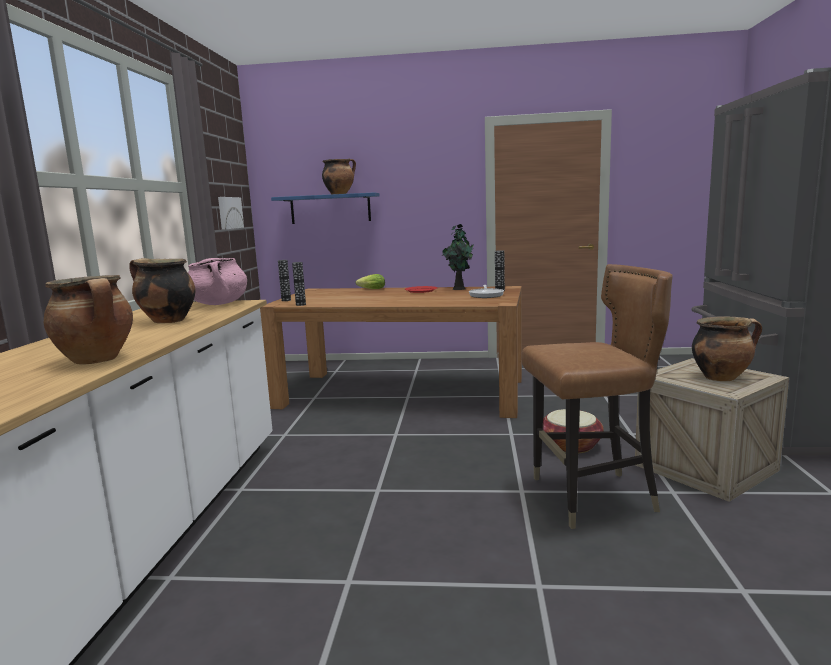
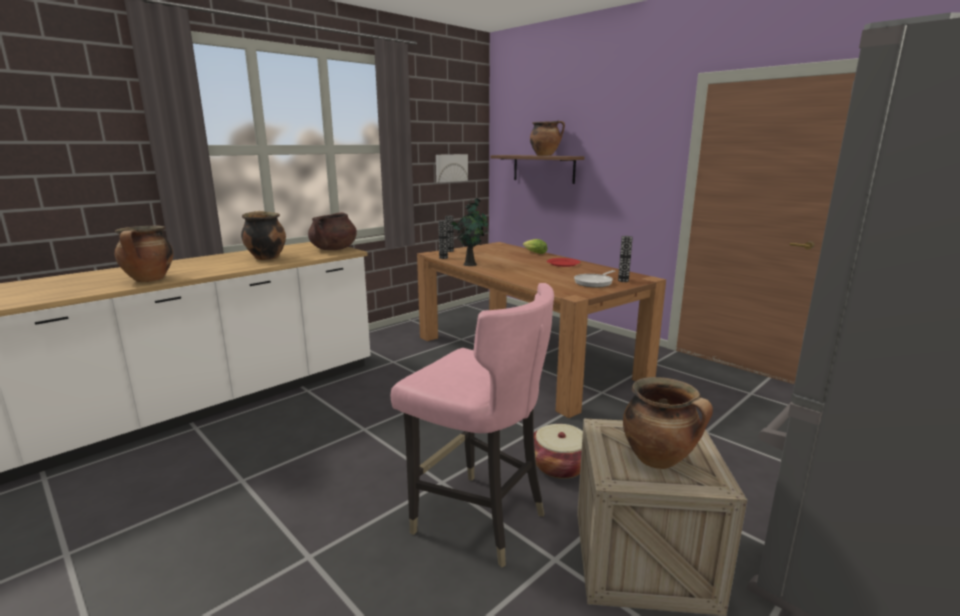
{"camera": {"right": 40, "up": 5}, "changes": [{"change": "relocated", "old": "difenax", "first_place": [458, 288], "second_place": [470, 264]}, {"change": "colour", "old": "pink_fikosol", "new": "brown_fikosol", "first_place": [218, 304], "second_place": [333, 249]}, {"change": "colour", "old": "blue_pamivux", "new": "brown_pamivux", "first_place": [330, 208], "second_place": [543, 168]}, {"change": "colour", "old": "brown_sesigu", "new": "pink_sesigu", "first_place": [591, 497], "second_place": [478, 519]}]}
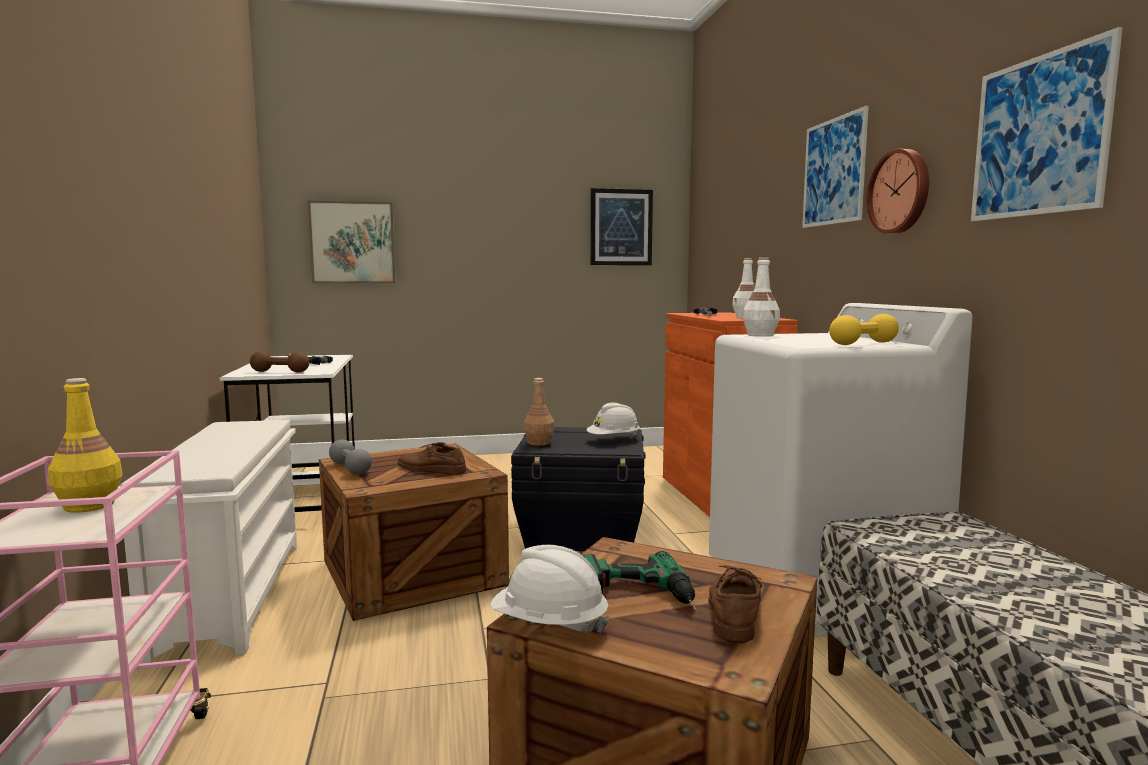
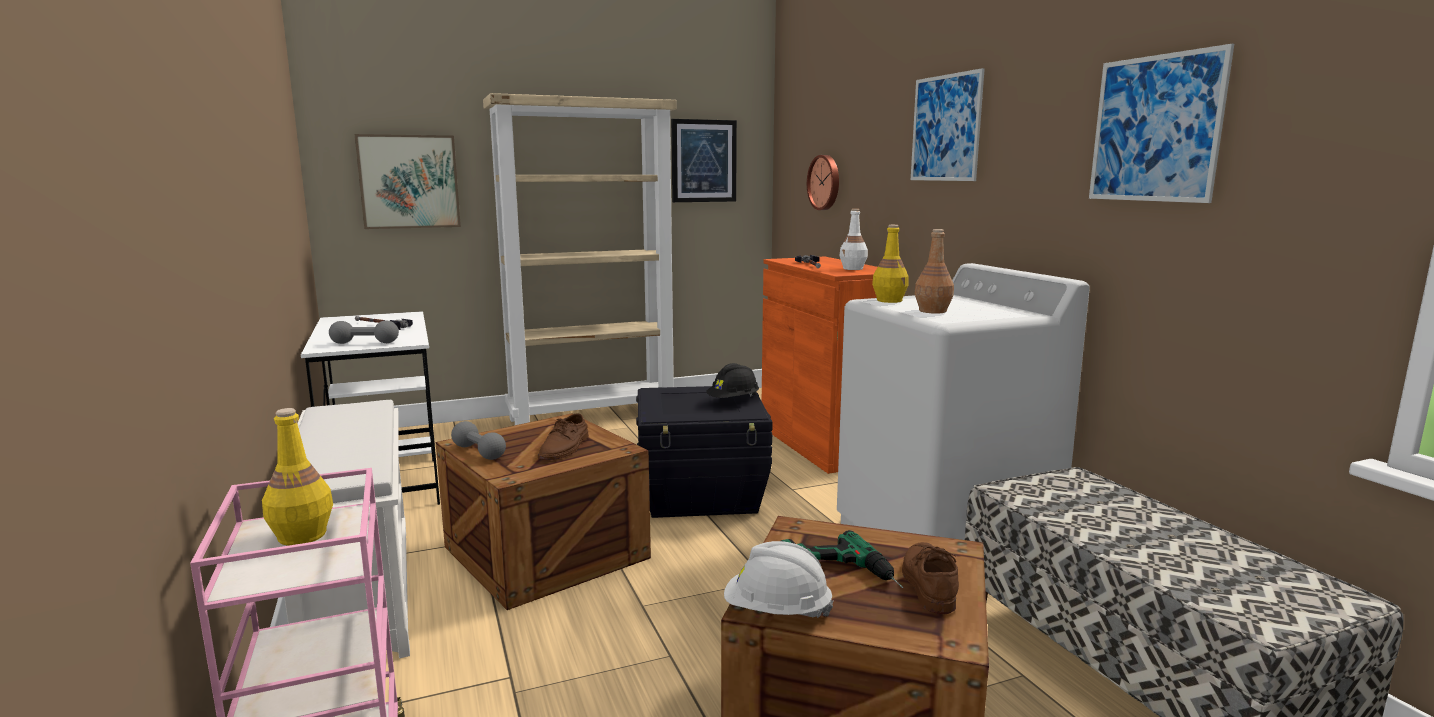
{"camera": {"right": -10, "up": 5}, "changes": [{"change": "missing", "old": "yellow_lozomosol", "first_place": [863, 343]}, {"change": "appeared", "new": "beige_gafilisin", "second_place": [593, 416]}, {"change": "relocated", "old": "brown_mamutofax", "first_place": [538, 443], "second_place": [932, 311]}, {"change": "relocated", "old": "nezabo", "first_place": [900, 192], "second_place": [825, 182]}, {"change": "colour", "old": "brown_lozomosol", "new": "grey_lozomosol", "first_place": [280, 372], "second_place": [365, 343]}, {"change": "colour", "old": "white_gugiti", "new": "black_gugiti", "first_place": [613, 440], "second_place": [733, 401]}, {"change": "colour", "old": "white_mamutofax", "new": "yellow_mamutofax", "first_place": [760, 335], "second_place": [889, 300]}, {"change": "spun", "old": "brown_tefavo", "first_place": [430, 469], "second_place": [565, 448], "degrees": -90}]}
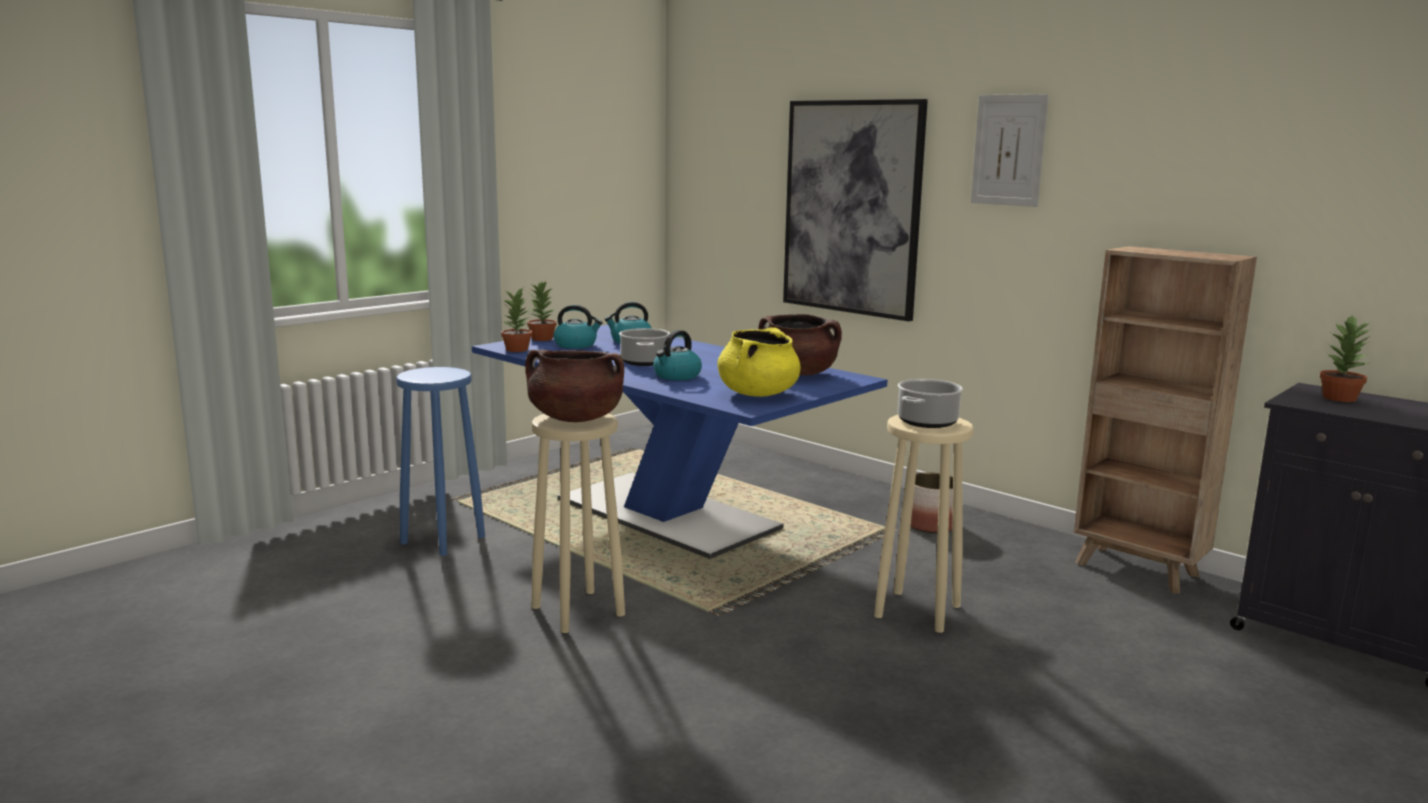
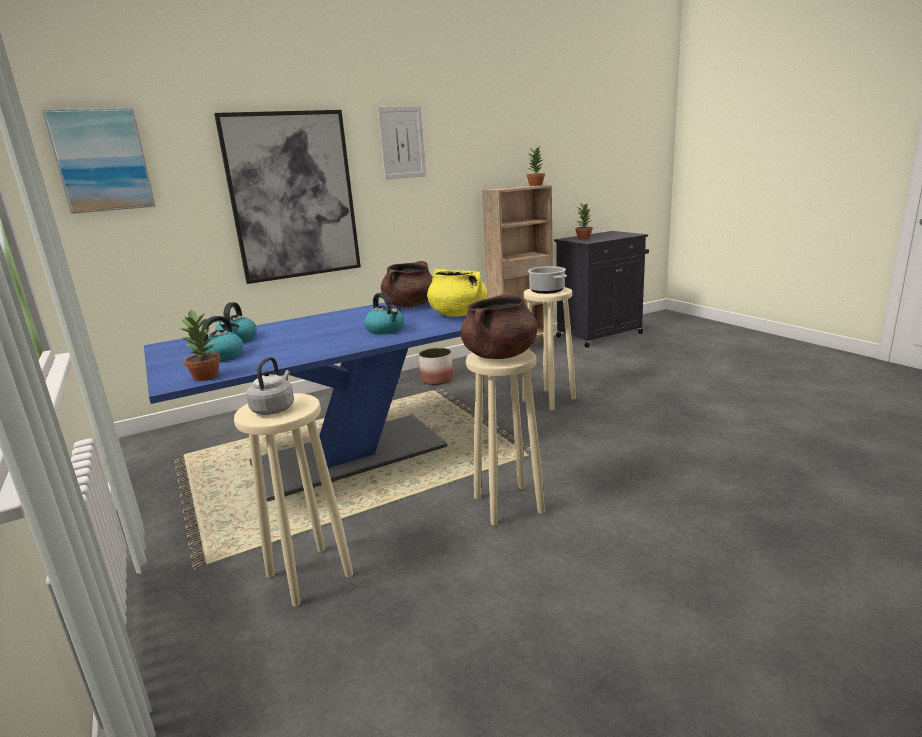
{"camera": {"right": -70, "up": 5}, "changes": [{"change": "missing", "old": "fikosol", "first_place": [645, 362]}, {"change": "appeared", "new": "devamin", "second_place": [102, 160]}, {"change": "appeared", "new": "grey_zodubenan", "second_place": [274, 409]}, {"change": "relocated", "old": "difenax", "first_place": [541, 339], "second_place": [536, 185]}, {"change": "colour", "old": "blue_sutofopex", "new": "beige_sutofopex", "first_place": [442, 539], "second_place": [308, 575]}]}
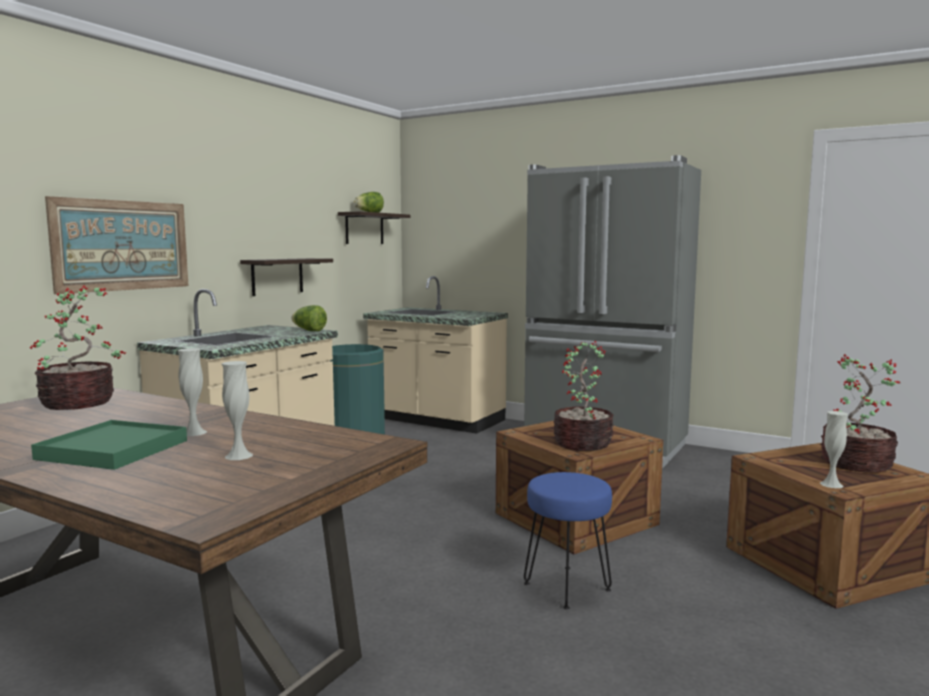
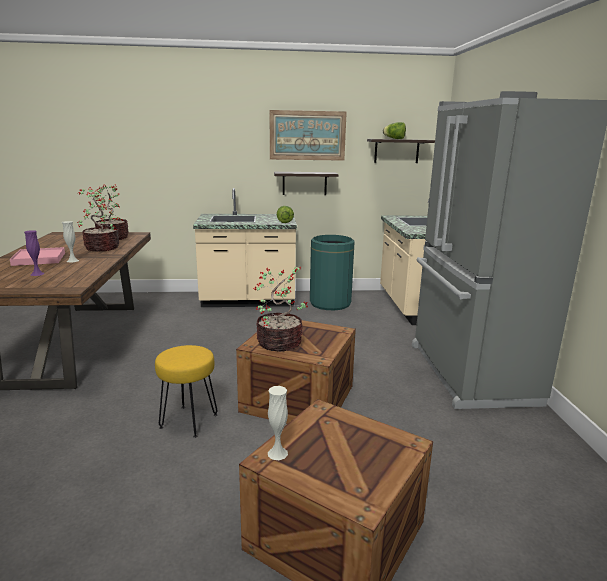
{"camera": {"right": 55, "up": 10}, "changes": [{"change": "relocated", "old": "devamin", "first_place": [122, 245], "second_place": [307, 135]}, {"change": "relocated", "old": "difenax", "first_place": [855, 464], "second_place": [101, 248]}, {"change": "colour", "old": "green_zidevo", "new": "pink_zidevo", "first_place": [113, 450], "second_place": [39, 259]}, {"change": "colour", "old": "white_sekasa", "new": "purple_sekasa", "first_place": [239, 456], "second_place": [37, 274]}, {"change": "colour", "old": "blue_sutofopex", "new": "yellow_sutofopex", "first_place": [567, 586], "second_place": [189, 421]}]}
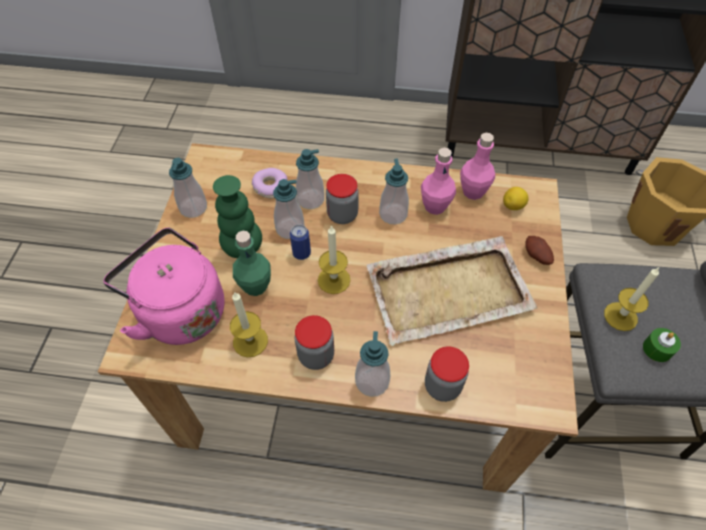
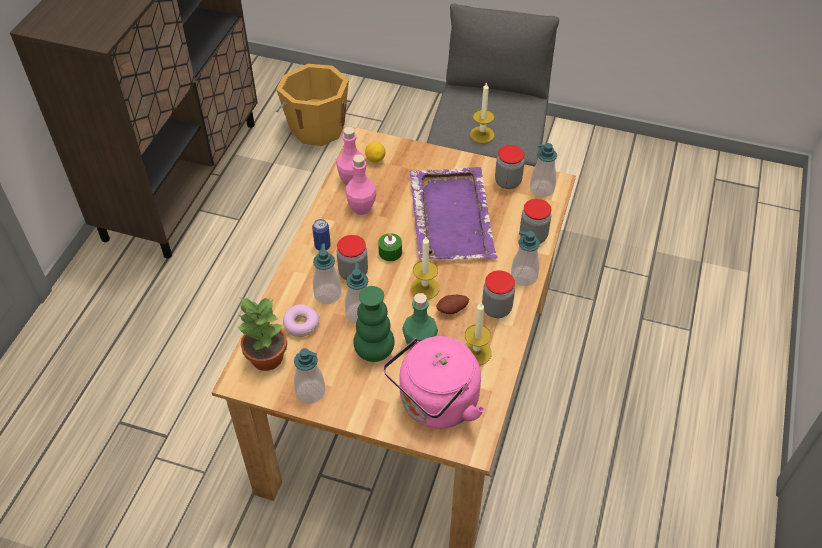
{"camera": {"right": -80, "up": -5}, "changes": [{"change": "appeared", "new": "difenax", "second_place": [266, 357]}, {"change": "appeared", "new": "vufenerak", "second_place": [508, 182]}, {"change": "relocated", "old": "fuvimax", "first_place": [301, 253], "second_place": [322, 246]}, {"change": "relocated", "old": "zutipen", "first_place": [393, 214], "second_place": [541, 189]}, {"change": "relocated", "old": "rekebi", "first_place": [536, 256], "second_place": [452, 310]}, {"change": "relocated", "old": "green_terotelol", "first_place": [657, 349], "second_place": [390, 252]}, {"change": "colour", "old": "beige_zidevo", "new": "purple_zidevo", "first_place": [450, 291], "second_place": [451, 215]}]}
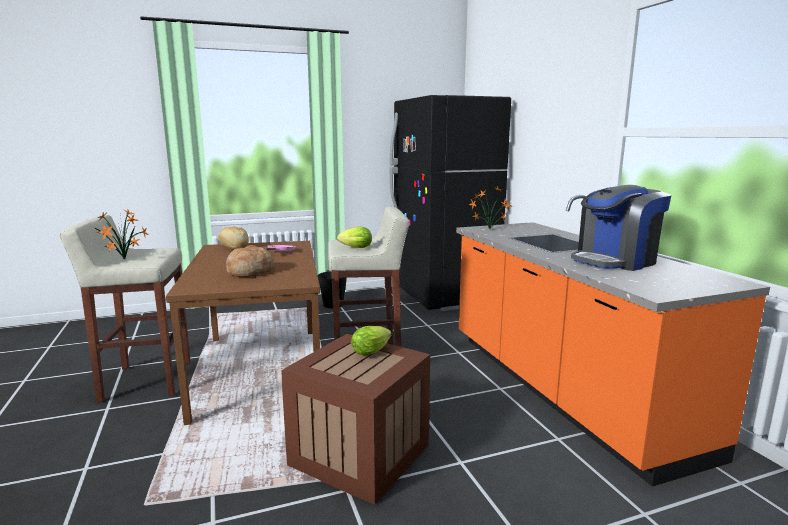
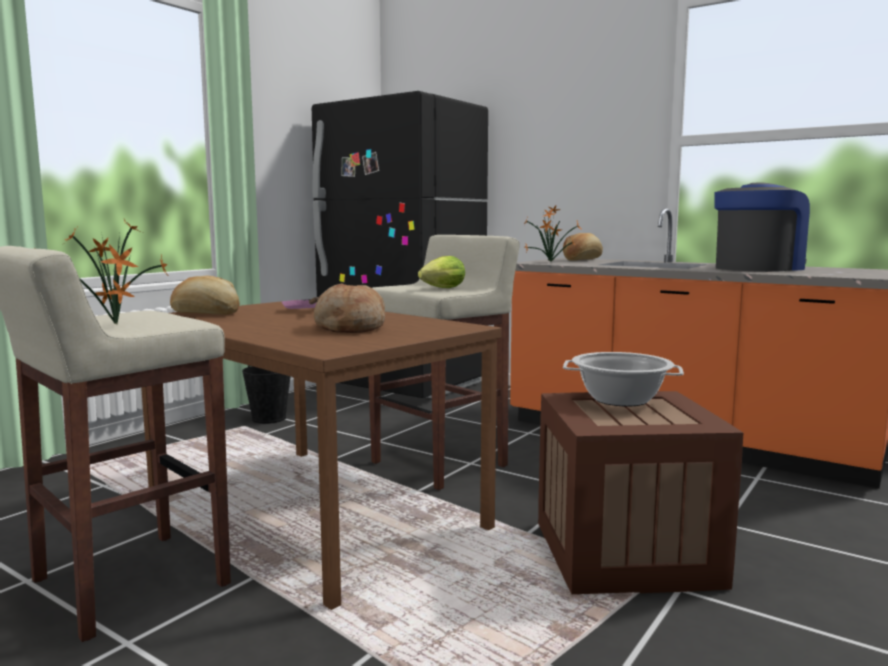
{"camera": {"right": -35, "up": -5}, "changes": [{"change": "appeared", "new": "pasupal", "second_place": [582, 259]}, {"change": "exchanged", "old": "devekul", "new": "fikosol", "first_place": [372, 351], "second_place": [620, 399]}, {"change": "spun", "old": "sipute", "first_place": [615, 261], "second_place": [758, 268], "degrees": -150}]}
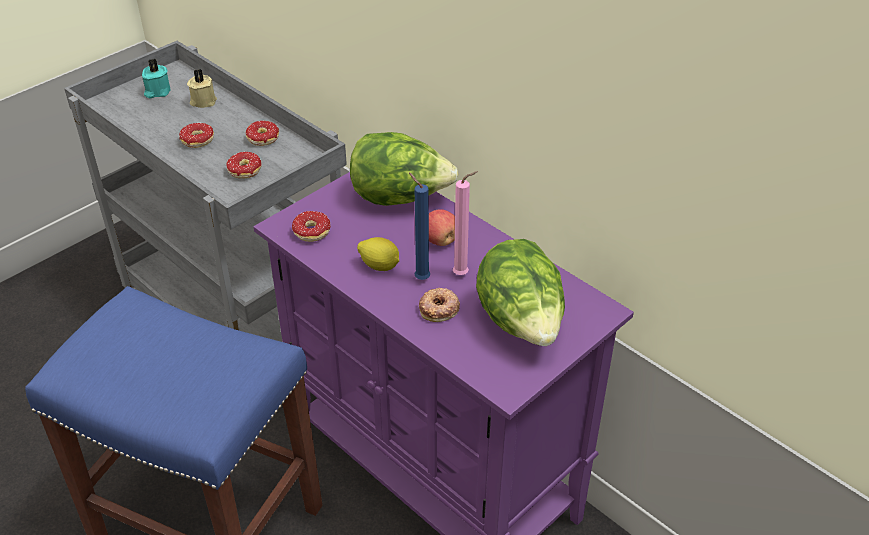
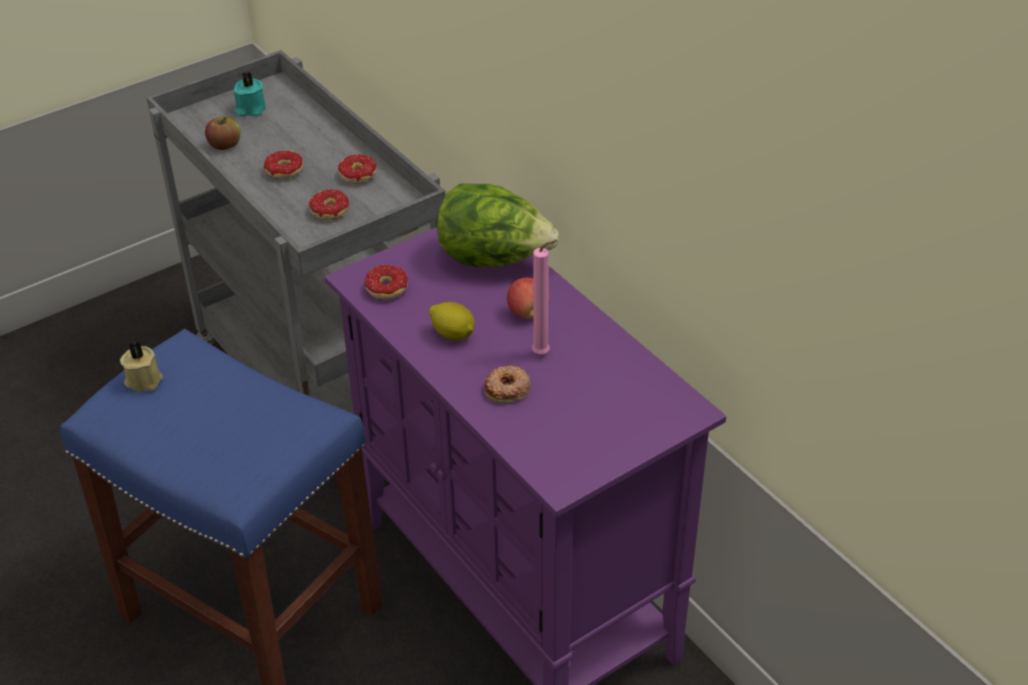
{"camera": {"right": 10, "up": 0}, "changes": [{"change": "missing", "old": "blue_terotelol", "first_place": [420, 278]}, {"change": "missing", "old": "devekul", "first_place": [521, 323]}, {"change": "appeared", "new": "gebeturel", "second_place": [225, 145]}, {"change": "relocated", "old": "beige_terotelol", "first_place": [203, 101], "second_place": [143, 379]}]}
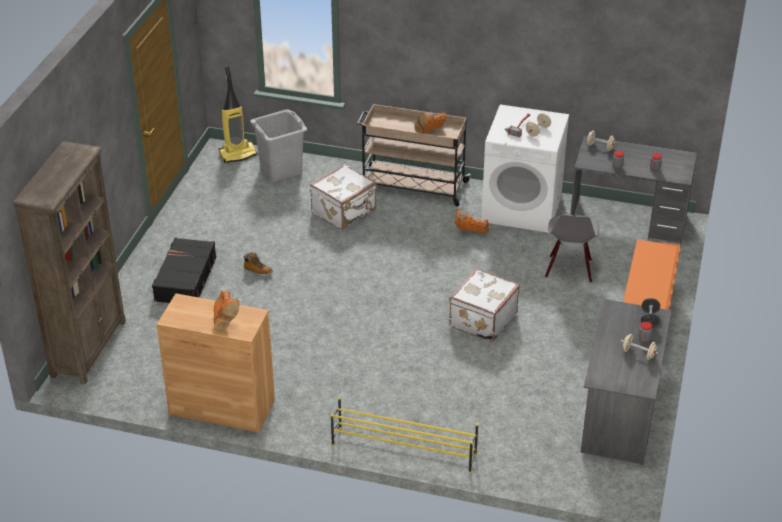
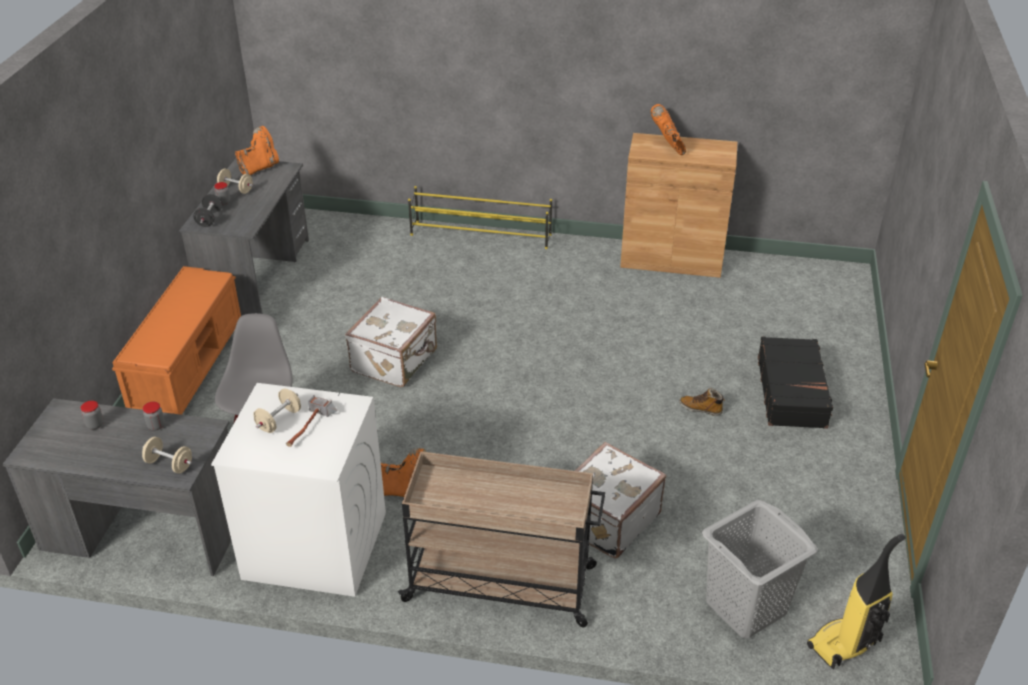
{"camera": {"right": 175, "up": 0}, "changes": [{"change": "missing", "old": "brown_gafilisin", "first_place": [89, 348]}, {"change": "relocated", "old": "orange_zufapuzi", "first_place": [430, 132], "second_place": [259, 168]}]}
